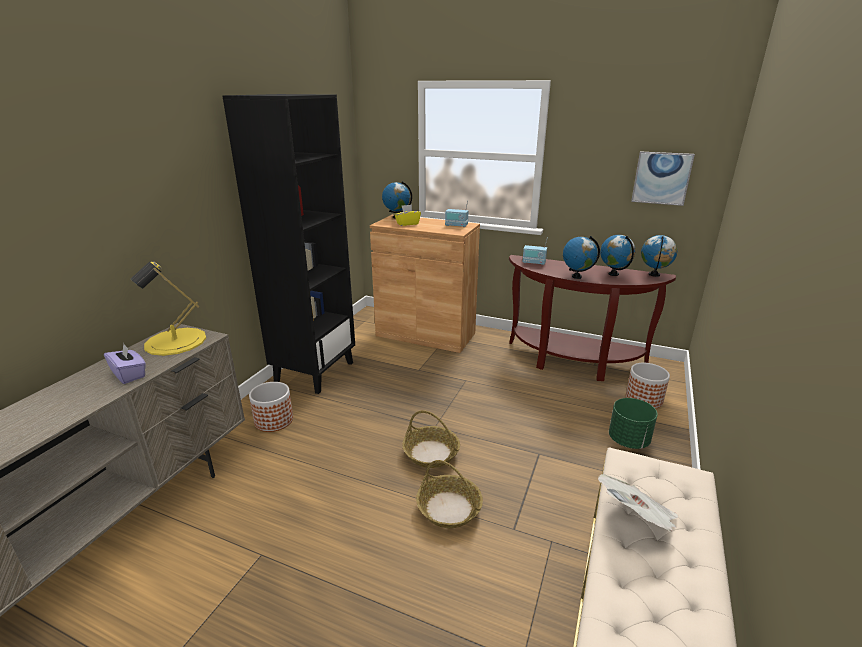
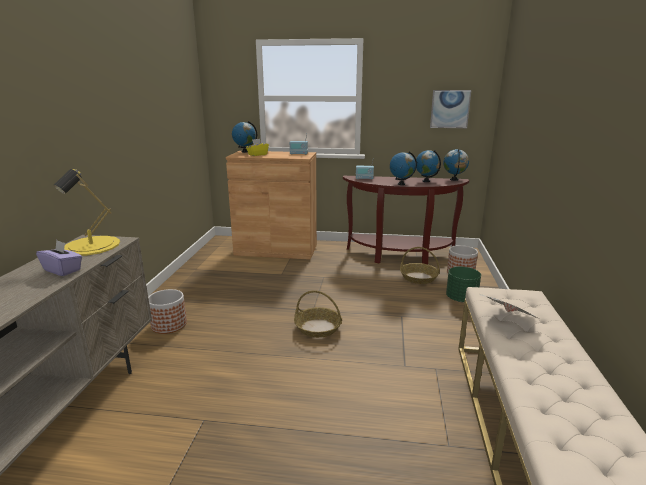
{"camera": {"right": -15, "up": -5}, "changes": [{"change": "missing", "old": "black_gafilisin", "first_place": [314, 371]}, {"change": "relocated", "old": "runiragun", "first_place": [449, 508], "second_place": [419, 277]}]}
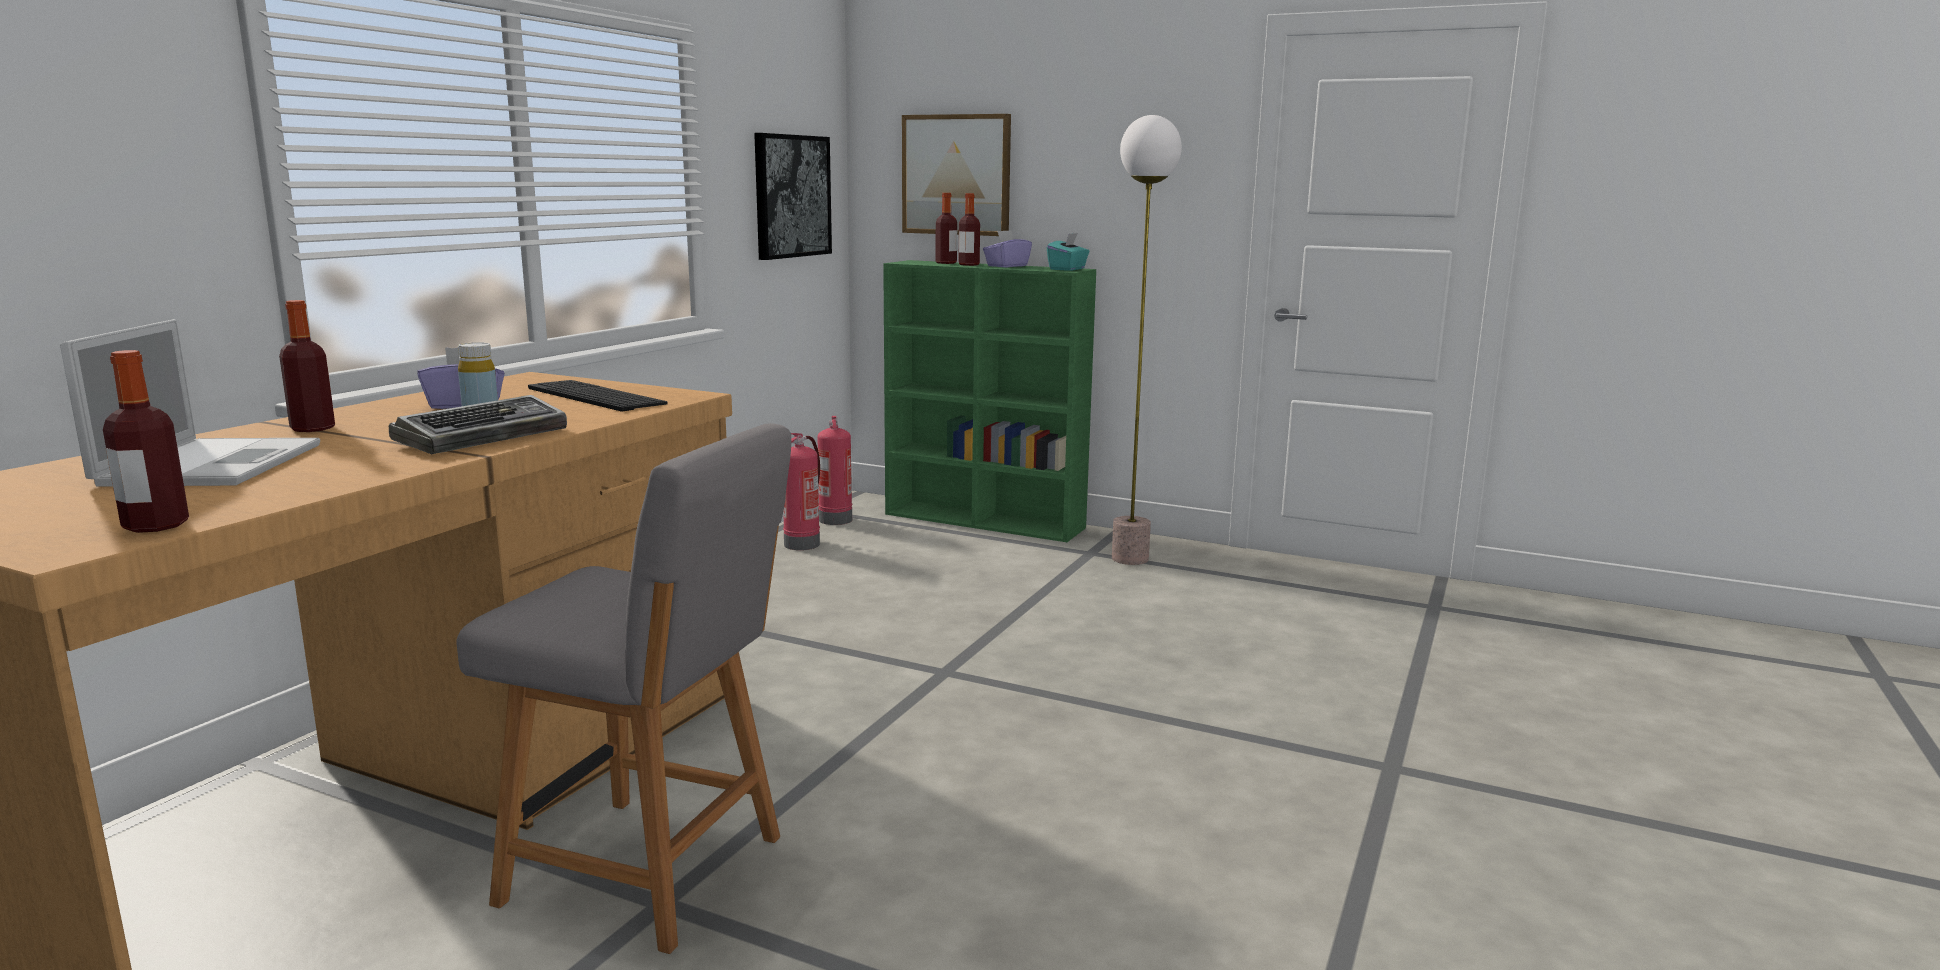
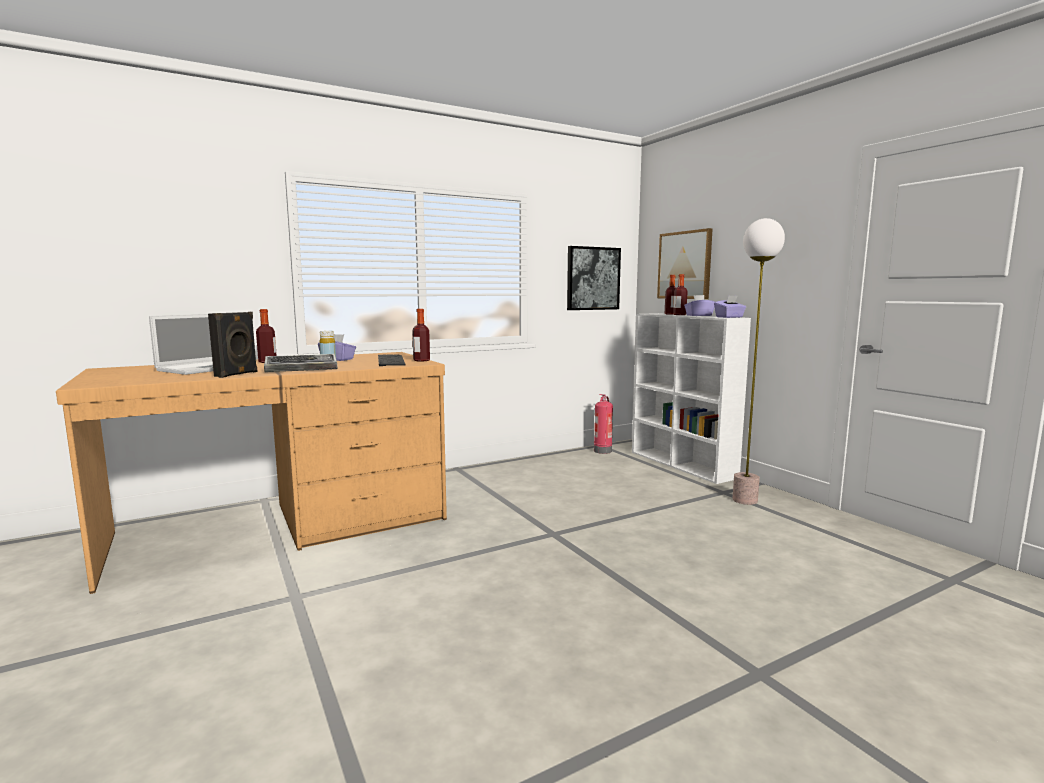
{"camera": {"right": 35, "up": -5}, "changes": [{"change": "missing", "old": "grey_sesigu", "first_place": [651, 872]}, {"change": "missing", "old": "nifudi", "first_place": [802, 544]}, {"change": "appeared", "new": "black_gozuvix", "second_place": [237, 374]}, {"change": "relocated", "old": "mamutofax", "first_place": [156, 526], "second_place": [421, 360]}, {"change": "colour", "old": "green_gafilisin", "new": "white_gafilisin", "first_place": [986, 521], "second_place": [682, 465]}, {"change": "colour", "old": "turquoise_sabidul", "new": "purple_sabidul", "first_place": [1067, 269], "second_place": [729, 317]}]}
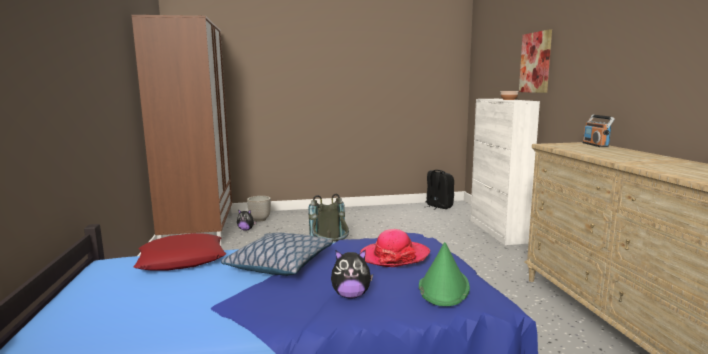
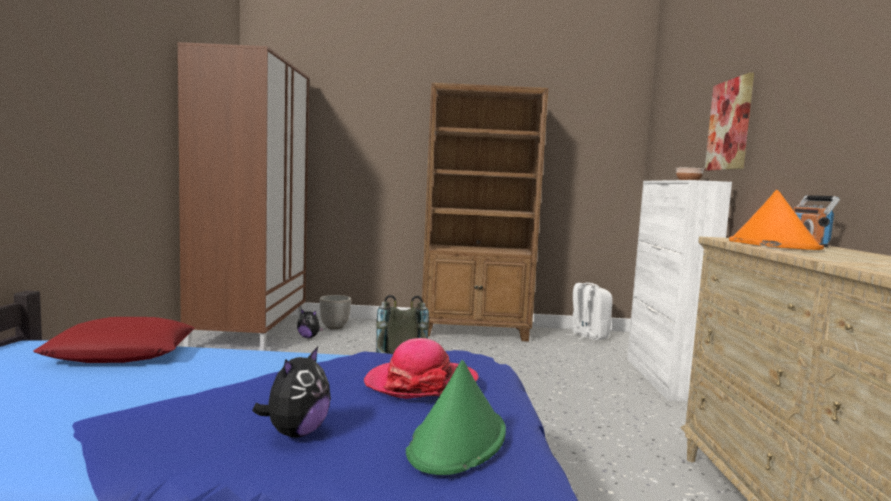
{"camera": {"right": 10, "up": -5}, "changes": [{"change": "missing", "old": "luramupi", "first_place": [279, 264]}, {"change": "appeared", "new": "brown_gafilisin", "second_place": [475, 332]}, {"change": "appeared", "new": "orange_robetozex", "second_place": [772, 245]}, {"change": "colour", "old": "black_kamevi", "new": "white_kamevi", "first_place": [438, 206], "second_place": [587, 336]}, {"change": "spun", "old": "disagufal", "first_place": [351, 295], "second_place": [295, 433], "degrees": -75}]}
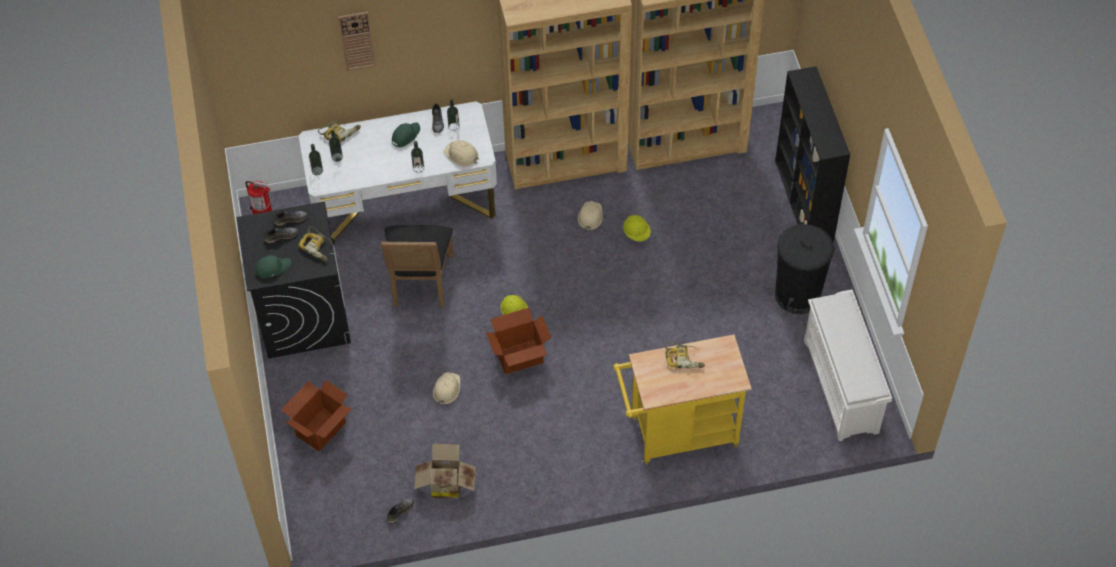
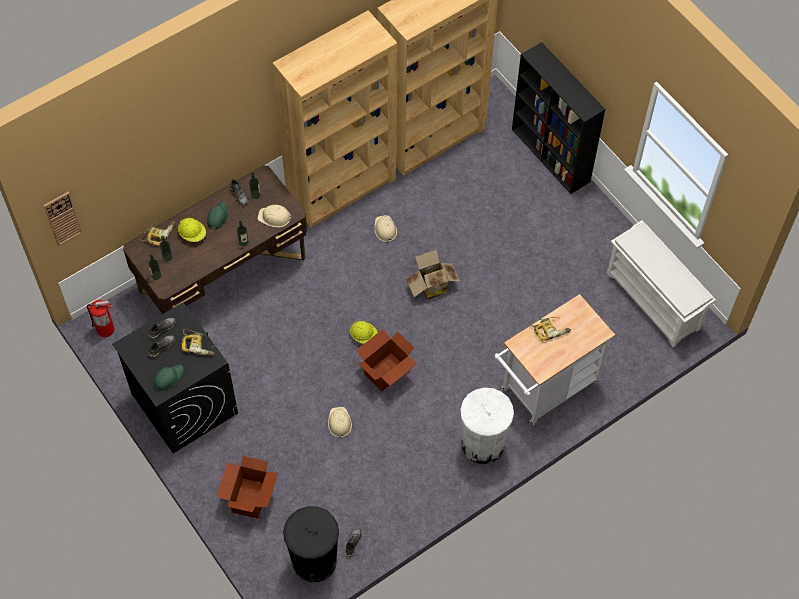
{"camera": {"right": -25, "up": 5}, "changes": [{"change": "missing", "old": "black_sesigu", "first_place": [420, 284]}, {"change": "appeared", "new": "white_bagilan", "second_place": [482, 444]}, {"change": "relocated", "old": "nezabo", "first_place": [357, 40], "second_place": [62, 218]}, {"change": "relocated", "old": "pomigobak", "first_place": [445, 484], "second_place": [431, 286]}, {"change": "relocated", "old": "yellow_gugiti", "first_place": [636, 233], "second_place": [192, 234]}, {"change": "relocated", "old": "black_bagilan", "first_place": [797, 295], "second_place": [314, 561]}, {"change": "colour", "old": "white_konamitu", "new": "brown_konamitu", "first_place": [404, 205], "second_place": [223, 275]}, {"change": "colour", "old": "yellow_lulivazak", "new": "white_lulivazak", "first_place": [677, 434], "second_place": [545, 389]}]}
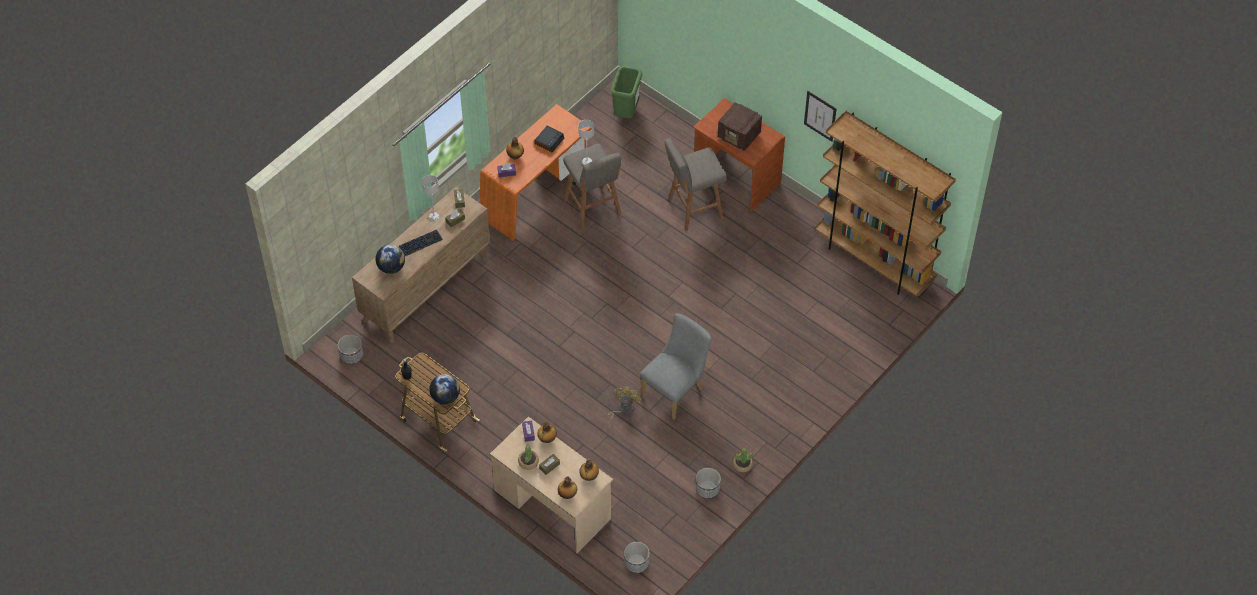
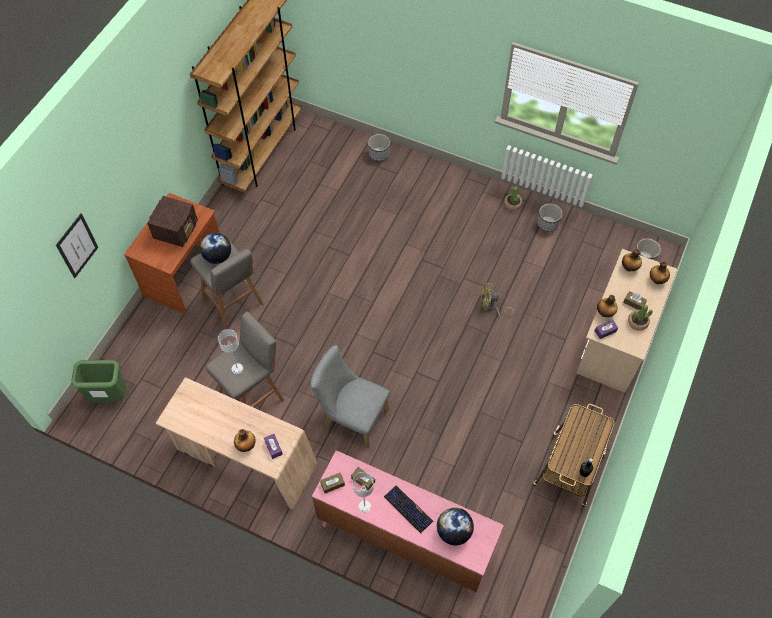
{"camera": {"right": -105, "up": 5}, "changes": [{"change": "missing", "old": "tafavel", "first_place": [549, 141]}, {"change": "relocated", "old": "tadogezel", "first_place": [351, 356], "second_place": [379, 154]}, {"change": "relocated", "old": "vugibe", "first_place": [445, 397], "second_place": [218, 256]}, {"change": "relocated", "old": "grey_sesigu", "first_place": [675, 390], "second_place": [352, 416]}, {"change": "relocated", "old": "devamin", "first_place": [820, 116], "second_place": [77, 246]}, {"change": "colour", "old": "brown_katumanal", "new": "pink_katumanal", "first_place": [426, 287], "second_place": [405, 538]}, {"change": "colour", "old": "orange_konamitu", "new": "beige_konamitu", "first_place": [536, 194], "second_place": [245, 459]}]}
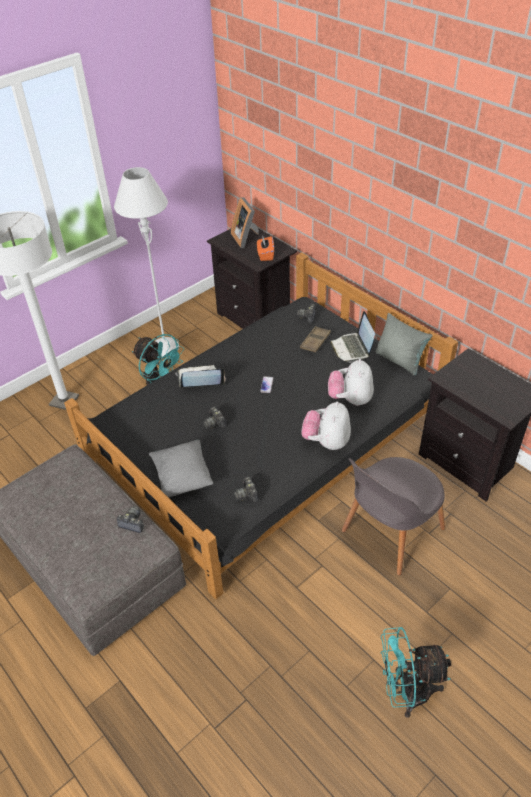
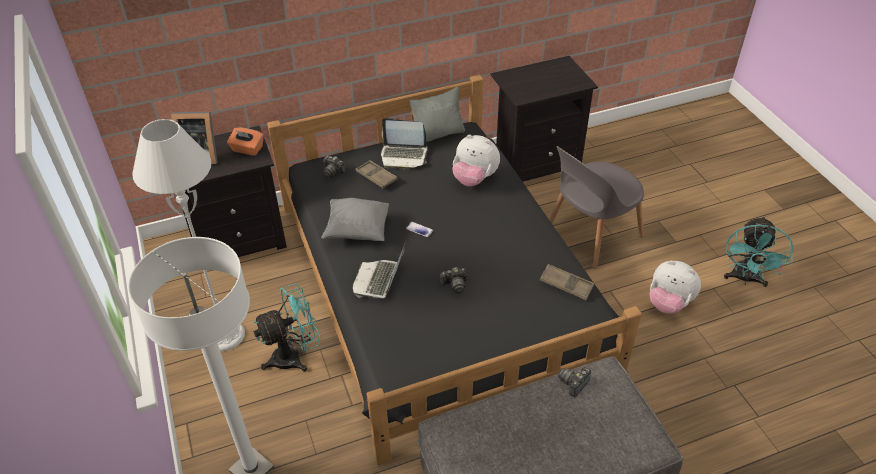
{"camera": {"right": -70, "up": 0}, "changes": [{"change": "relocated", "old": "grey_luramupi", "first_place": [182, 477], "second_place": [357, 231]}, {"change": "relocated", "old": "disagufal", "first_place": [326, 442], "second_place": [668, 303]}, {"change": "exchanged", "old": "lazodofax", "new": "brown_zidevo", "first_place": [247, 495], "second_place": [566, 285]}, {"change": "spun", "old": "grey_sesigu", "first_place": [390, 532], "second_place": [590, 235], "degrees": 75}]}
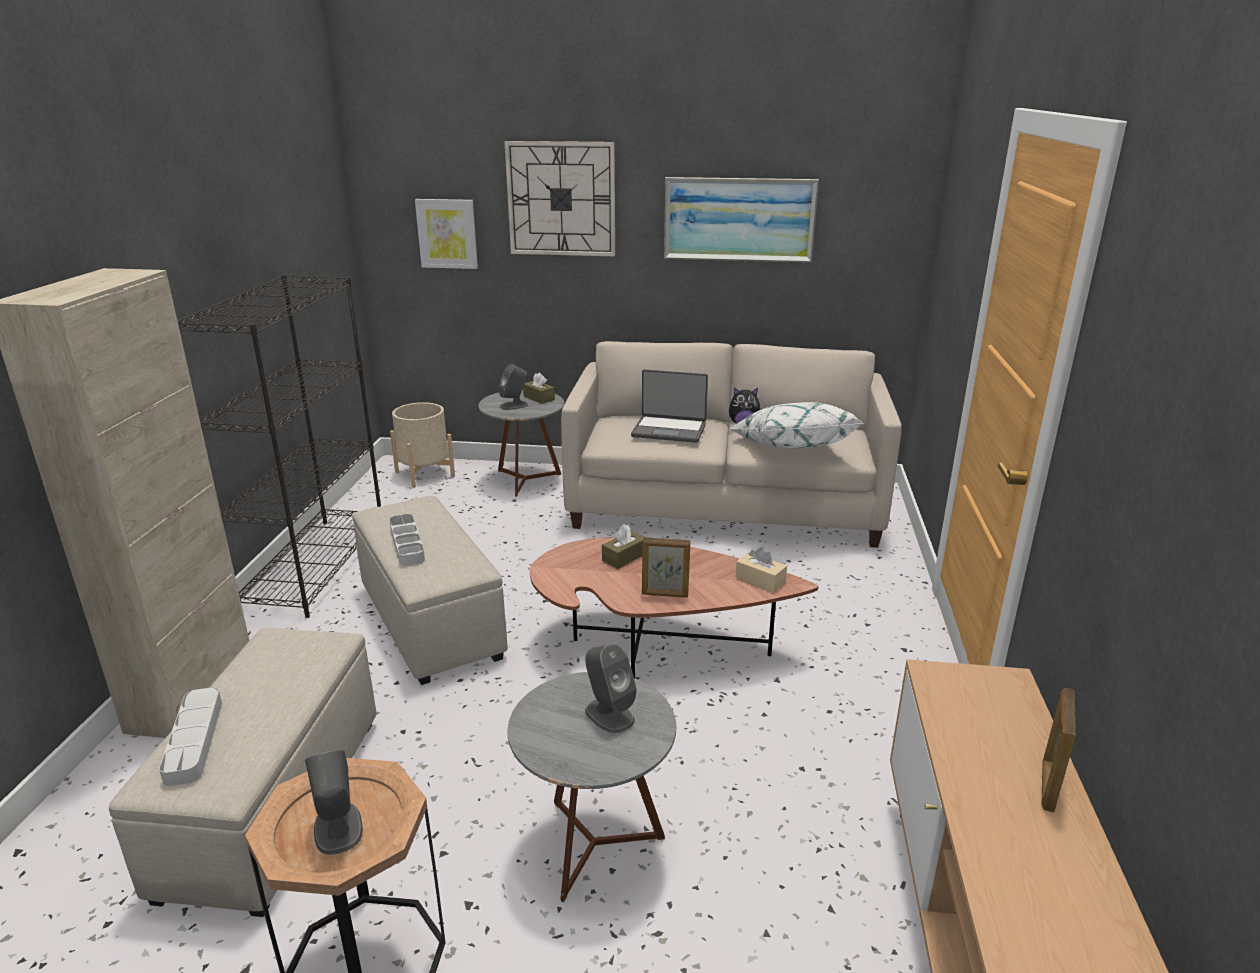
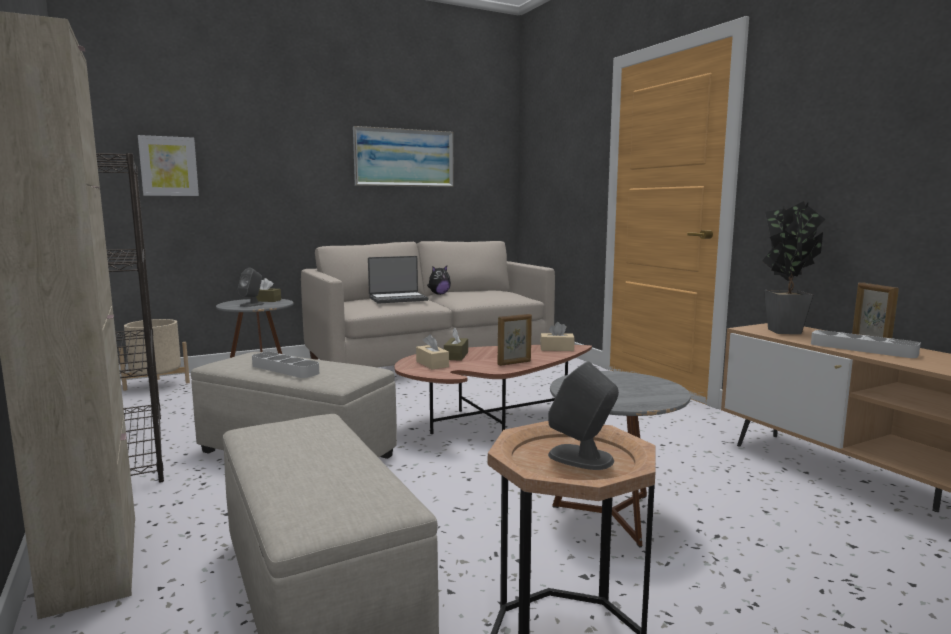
{"camera": {"right": -35, "up": -15}, "changes": [{"change": "missing", "old": "nezabo", "first_place": [561, 199]}, {"change": "missing", "old": "grey_gozuvix", "first_place": [609, 714]}, {"change": "missing", "old": "white_luramupi", "first_place": [791, 447]}, {"change": "appeared", "new": "beige_sabidul", "second_place": [432, 364]}, {"change": "appeared", "new": "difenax", "second_place": [785, 330]}, {"change": "relocated", "old": "grey_zidevo", "first_place": [194, 740], "second_place": [862, 349]}]}
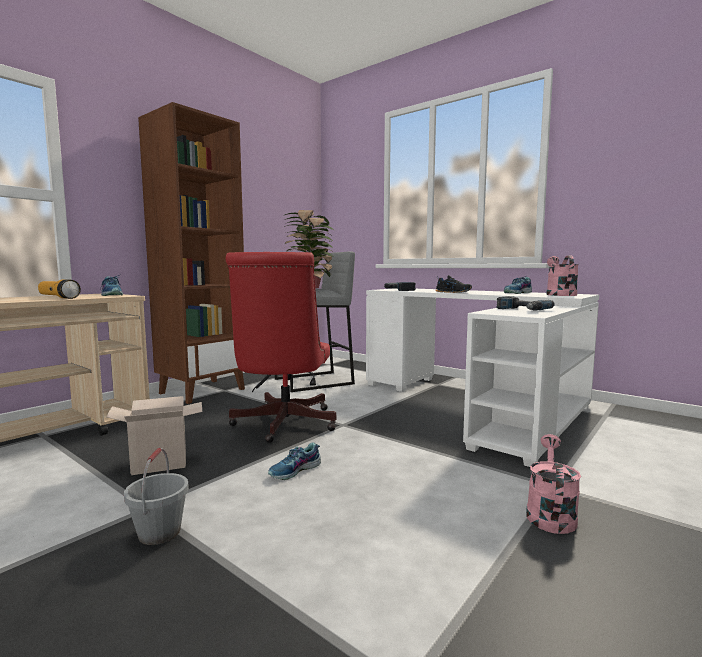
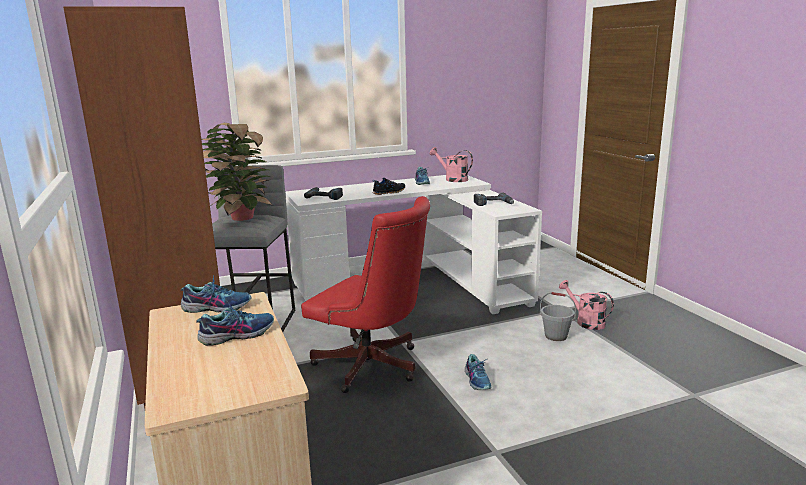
{"camera": {"right": -60, "up": 10}, "changes": [{"change": "missing", "old": "pomigobak", "first_place": [161, 463]}, {"change": "relocated", "old": "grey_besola", "first_place": [160, 533], "second_place": [556, 336]}, {"change": "exchanged", "old": "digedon", "new": "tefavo", "first_place": [58, 298], "second_place": [237, 334]}]}
